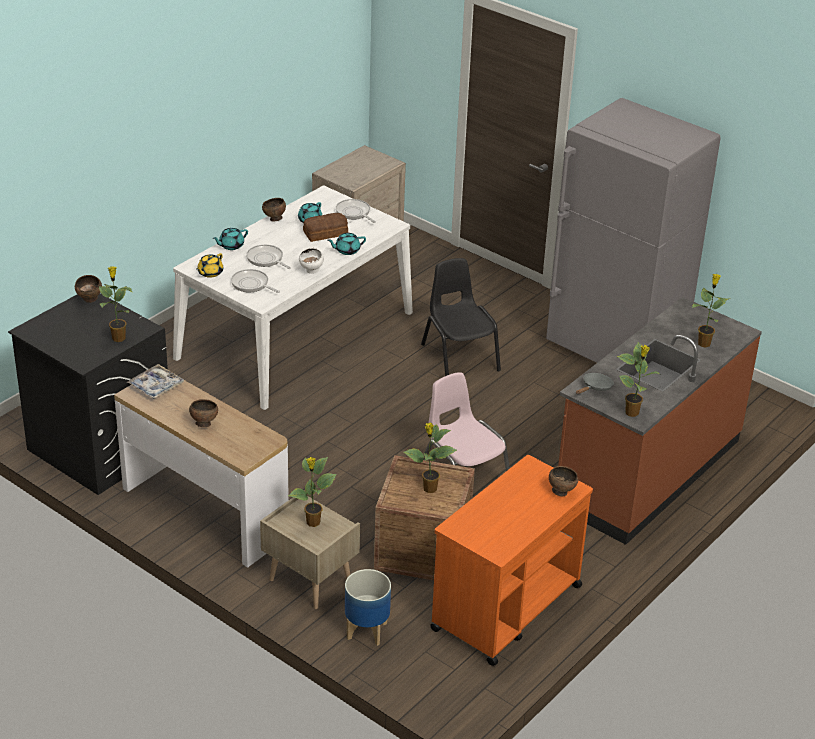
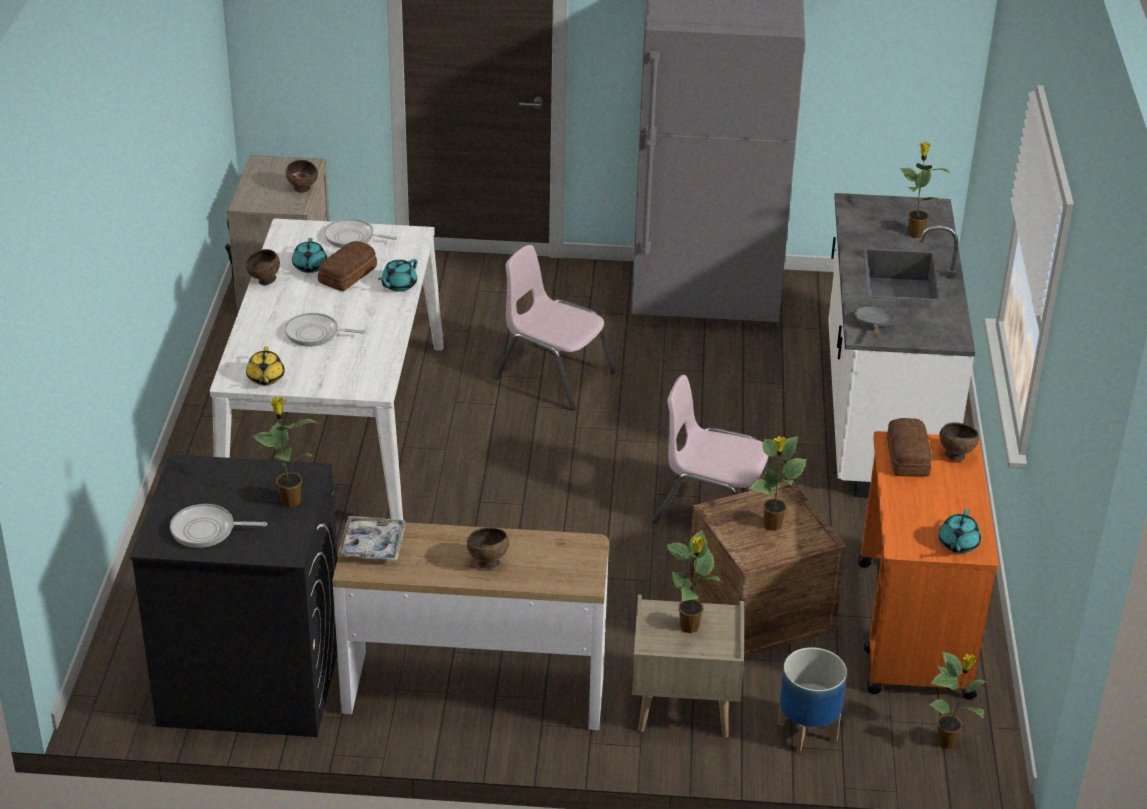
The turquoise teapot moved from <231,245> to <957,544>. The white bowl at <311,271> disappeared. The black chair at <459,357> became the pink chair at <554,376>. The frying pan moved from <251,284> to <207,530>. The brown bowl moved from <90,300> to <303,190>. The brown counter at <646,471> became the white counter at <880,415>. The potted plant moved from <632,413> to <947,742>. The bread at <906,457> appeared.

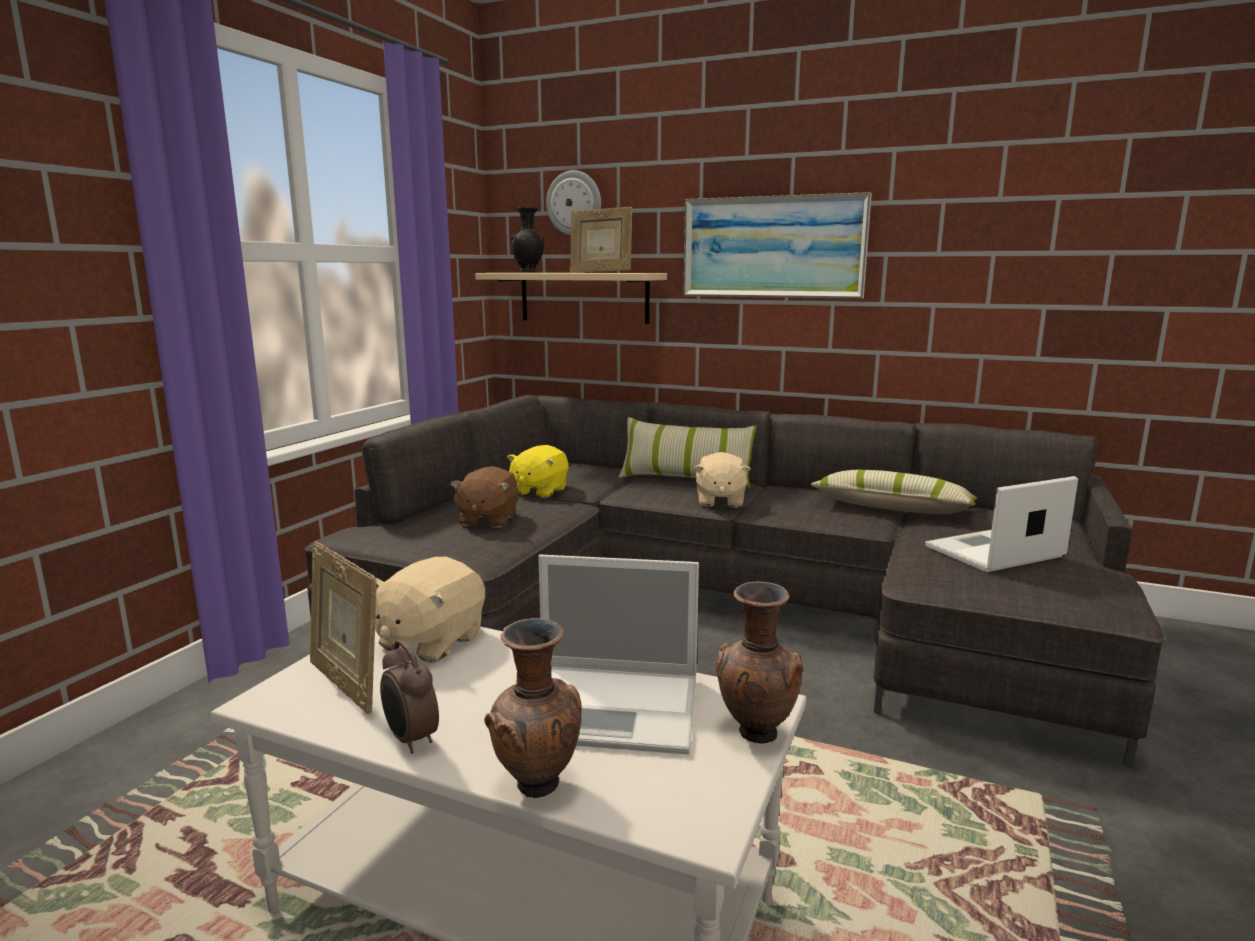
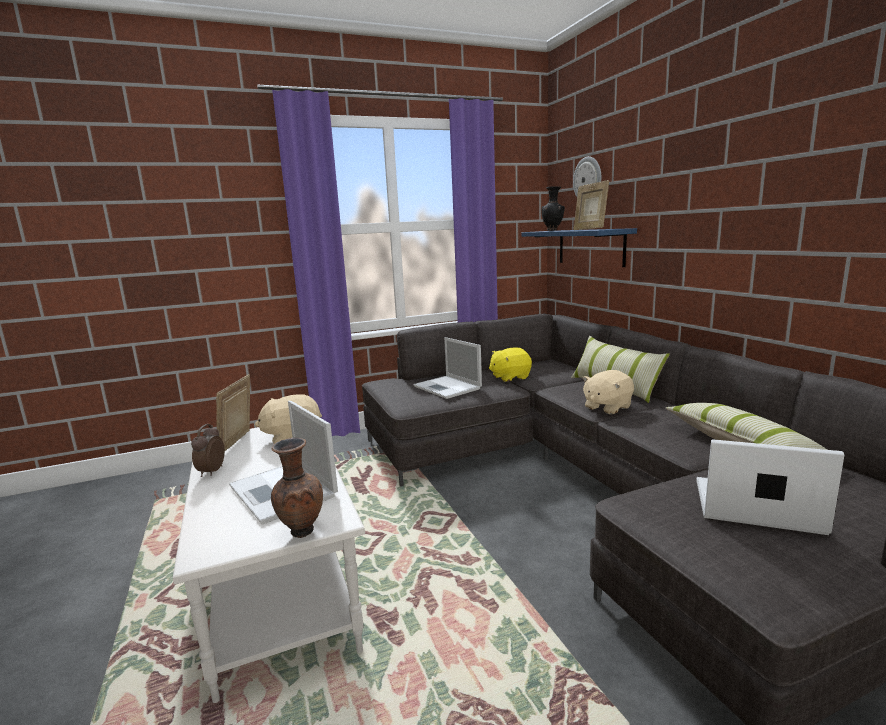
The picture at <773,247> disappeared. The beige shelf at <584,297> became the blue shelf at <590,247>. The brown plush toy at <487,520> was replaced by the laptop at <448,387>. The brown vase at <537,788> disappeared.

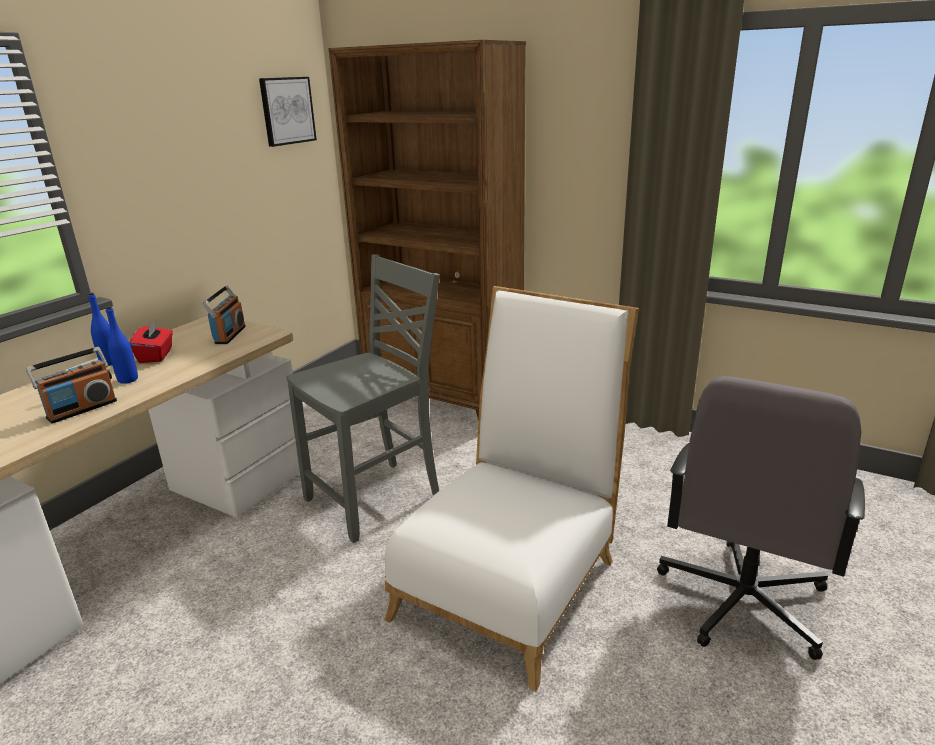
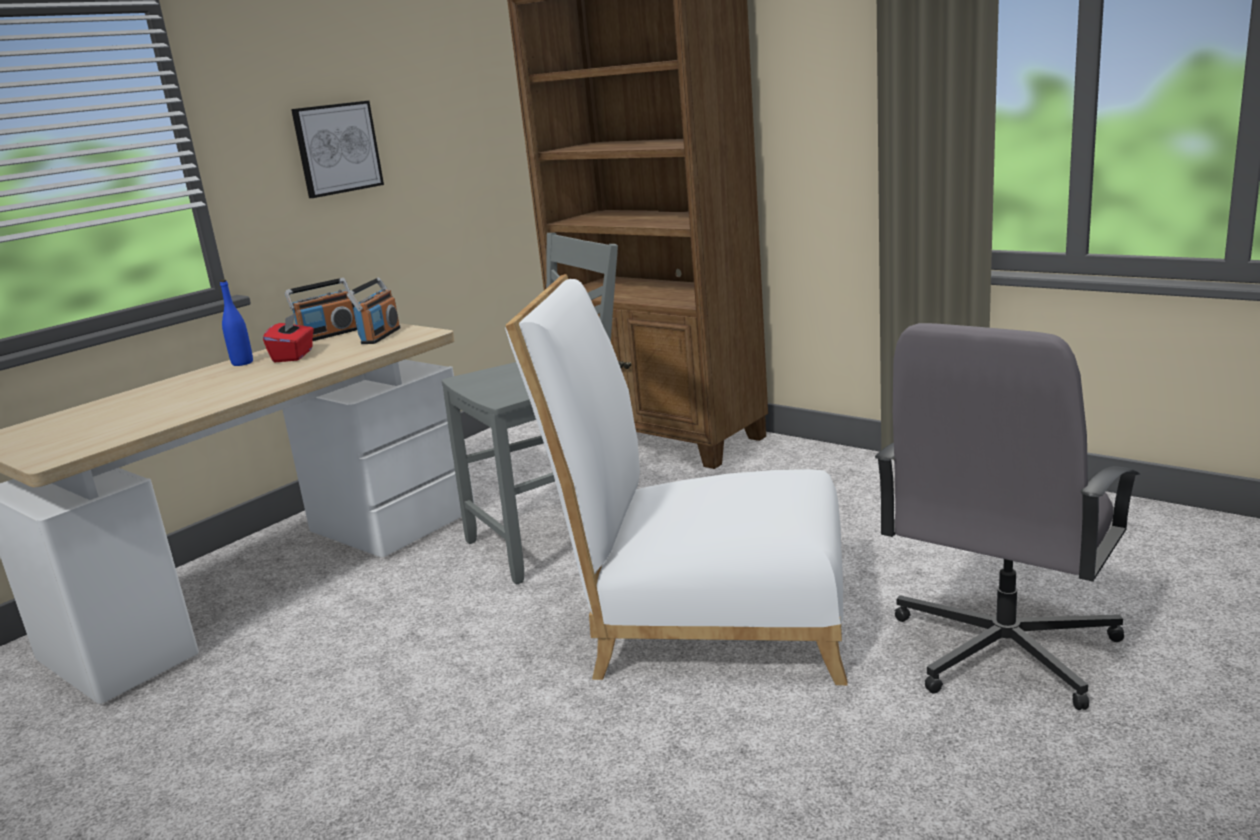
The picture moved from <287,111> to <337,148>. The white chair at <512,579> turned 120 degrees counterclockwise. The blue bottle at <128,380> disappeared. The radio moved from <82,409> to <328,335>.

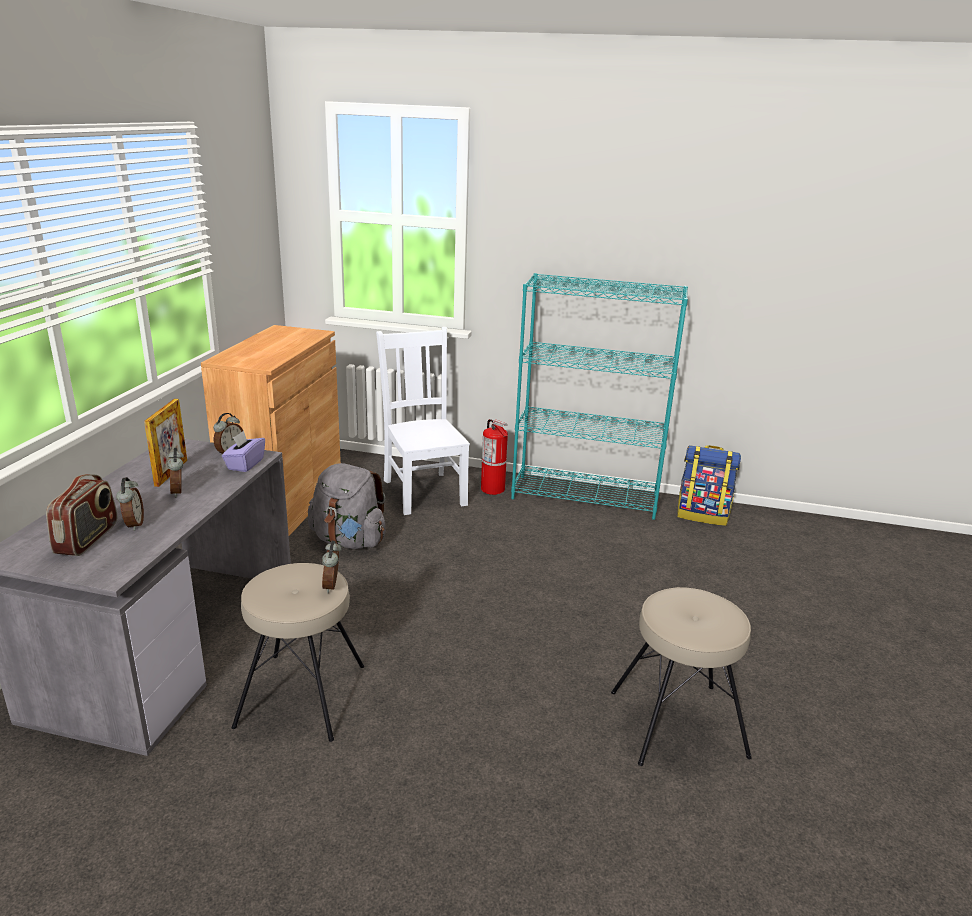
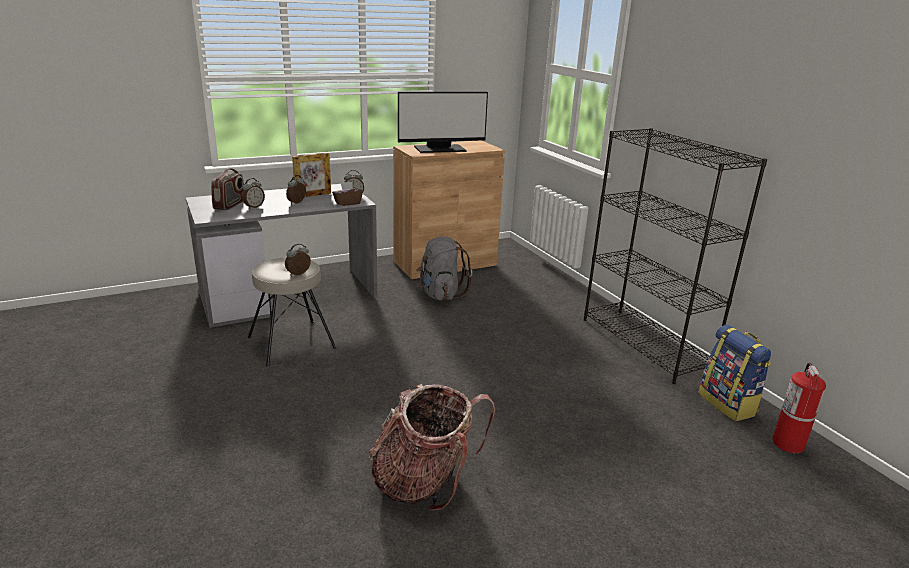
The turquoise bookcase at <586,496> became the black bookcase at <645,344>. The white chair at <423,491> disappeared. The fire extinguisher moved from <493,489> to <788,444>. The purple tissue box at <245,464> became the brown tissue box at <347,203>. The radio at <87,539> turned 45 degrees counterclockwise. The beige stool at <677,722> was replaced by the backpack at <425,482>. The monitor at <440,149> appeared.

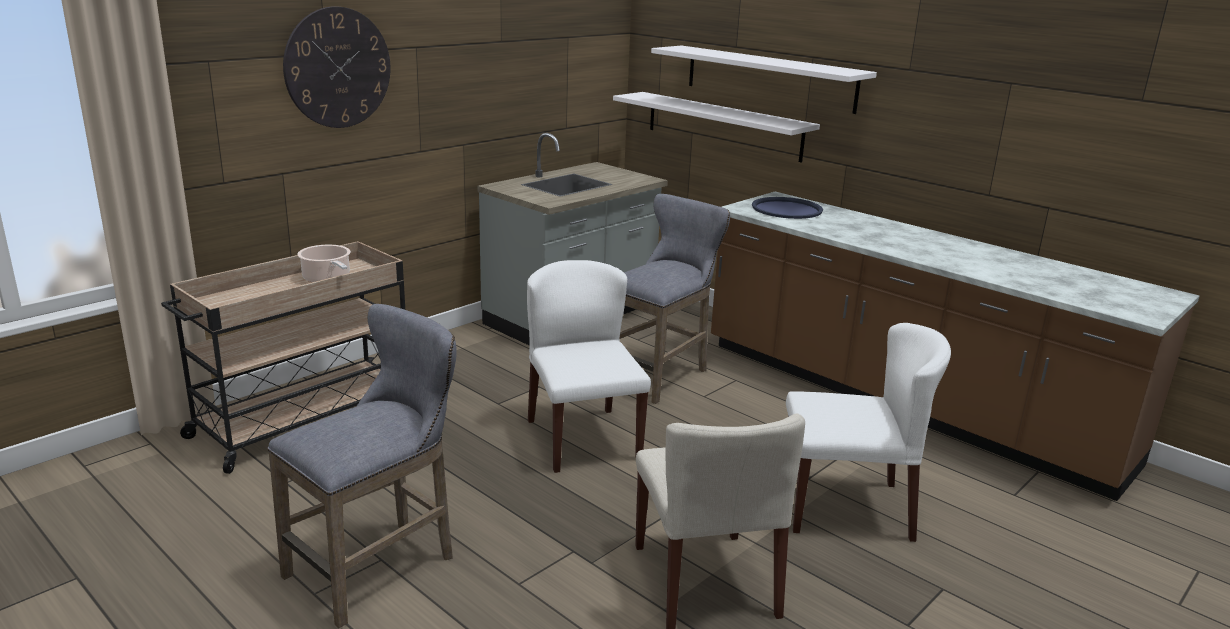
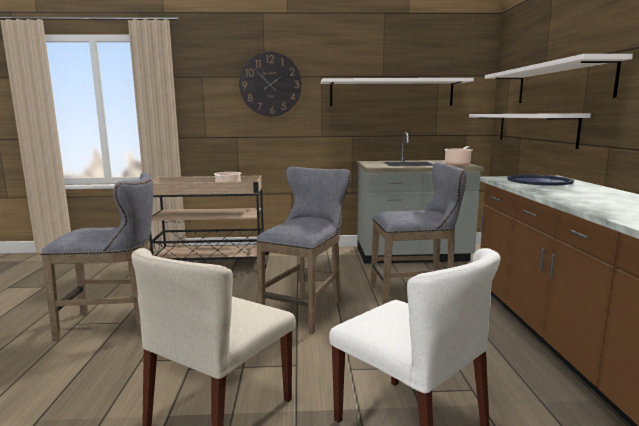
The white chair at <582,439> was replaced by the grey stool at <306,310>. The white shelf at <391,93> appeared. The cooking pot at <458,164> appeared.

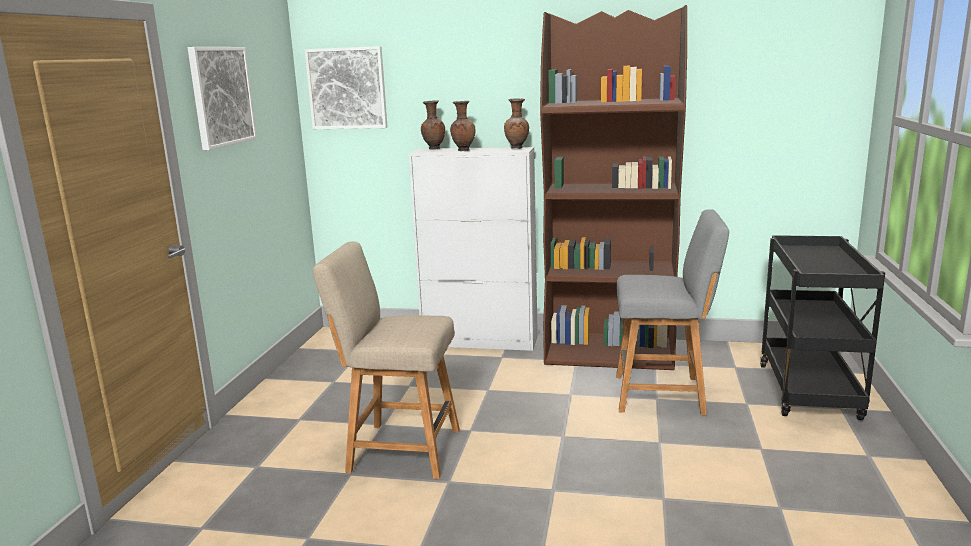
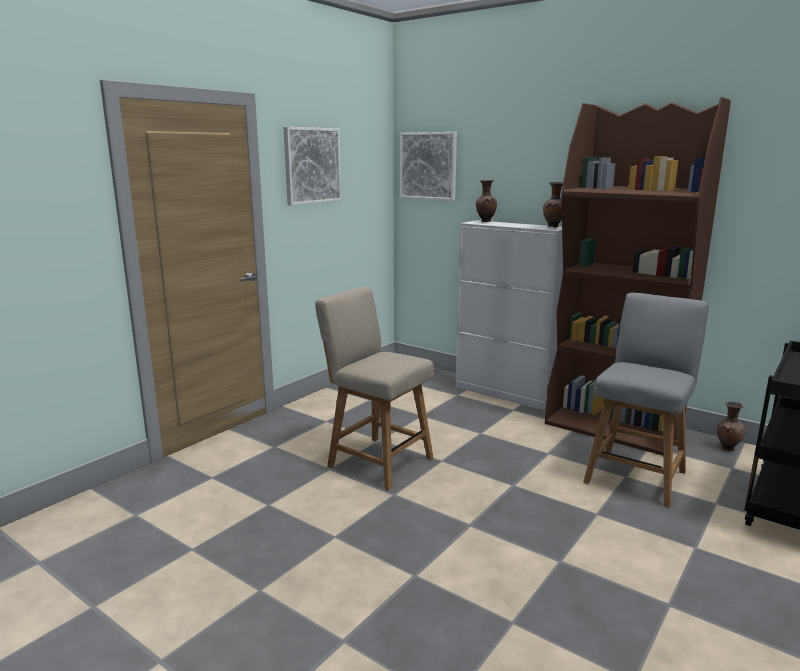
The brown vase moved from <463,150> to <727,448>. The grey chair at <664,394> turned 90 degrees counterclockwise.

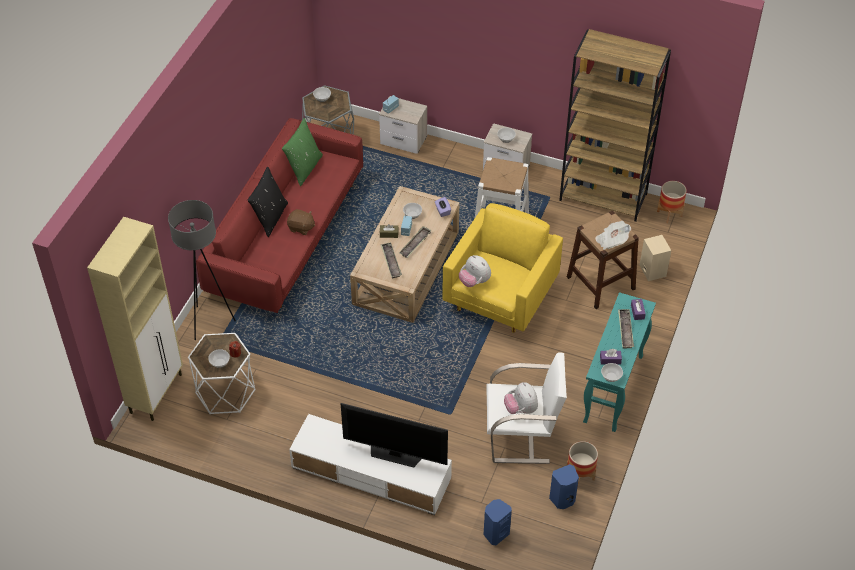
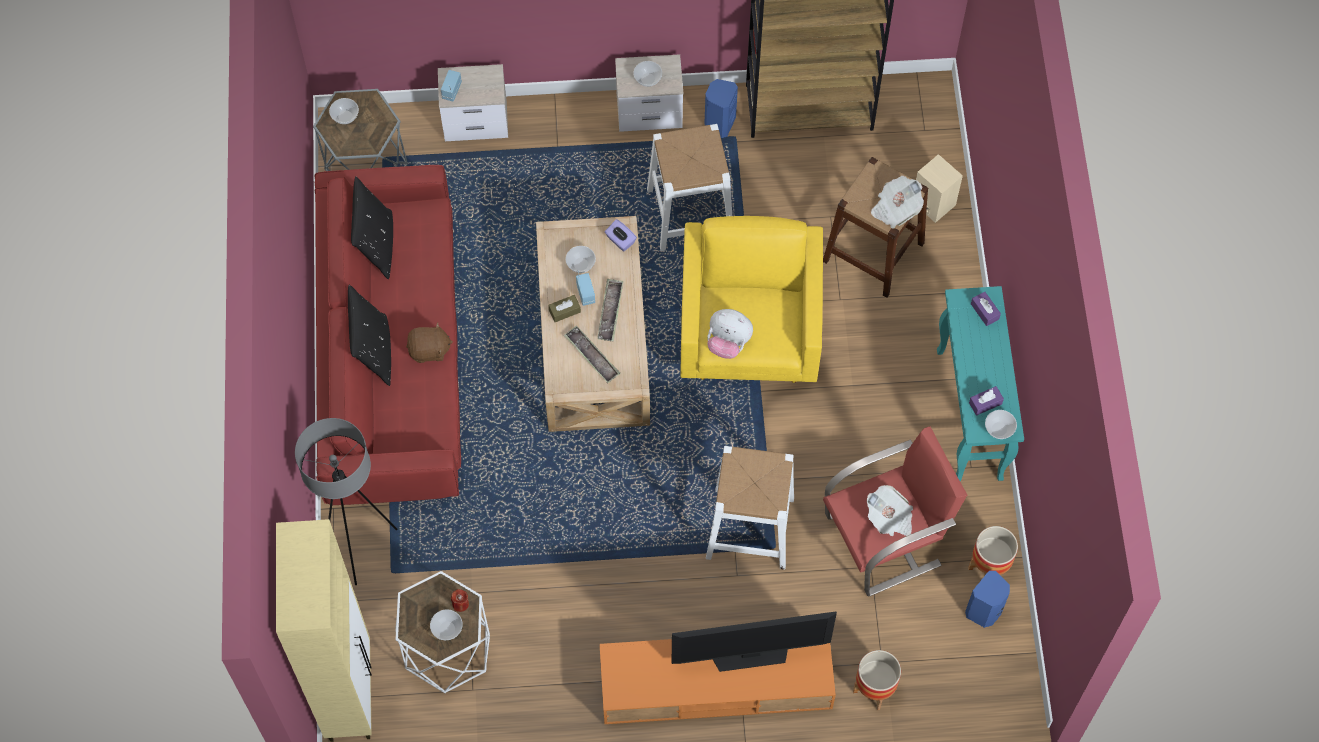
The green pillow at <304,168> became the black pillow at <376,245>. The planter moved from <669,214> to <874,689>. The tray at <625,330> disappeared. The white armchair at <521,436> became the red armchair at <884,539>. The plush toy at <521,409> was replaced by the newspaper at <889,518>. The white tv stand at <371,473> became the orange tv stand at <715,684>. The blue speaker moved from <495,533> to <719,123>. The white stool at <750,527> appeared.

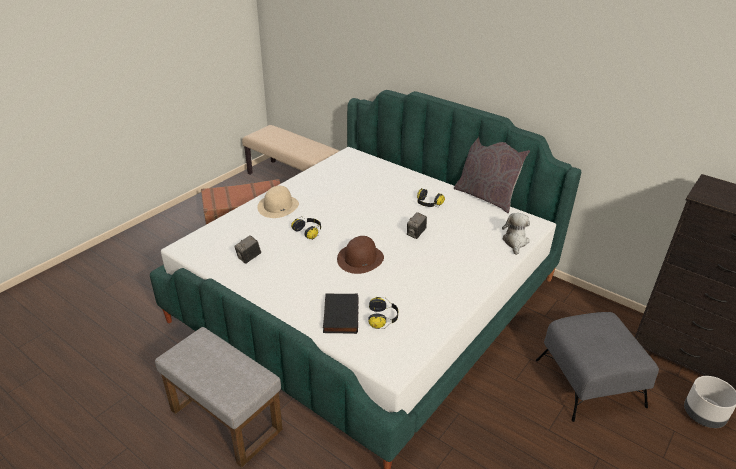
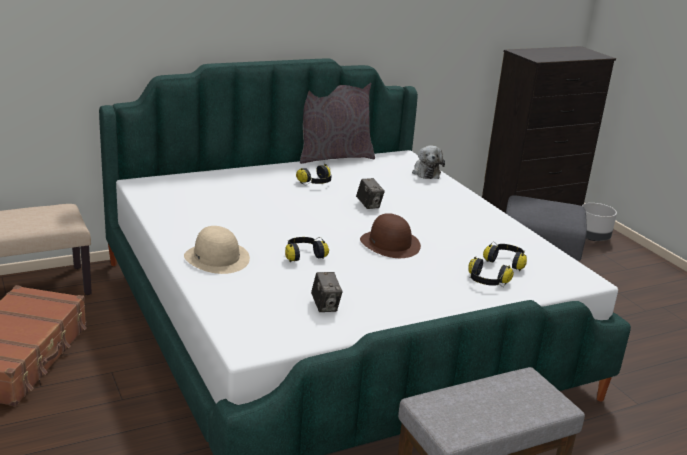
The plush toy at <515,242> turned 135 degrees counterclockwise. The black book at <339,315> was replaced by the headphones at <486,282>.

